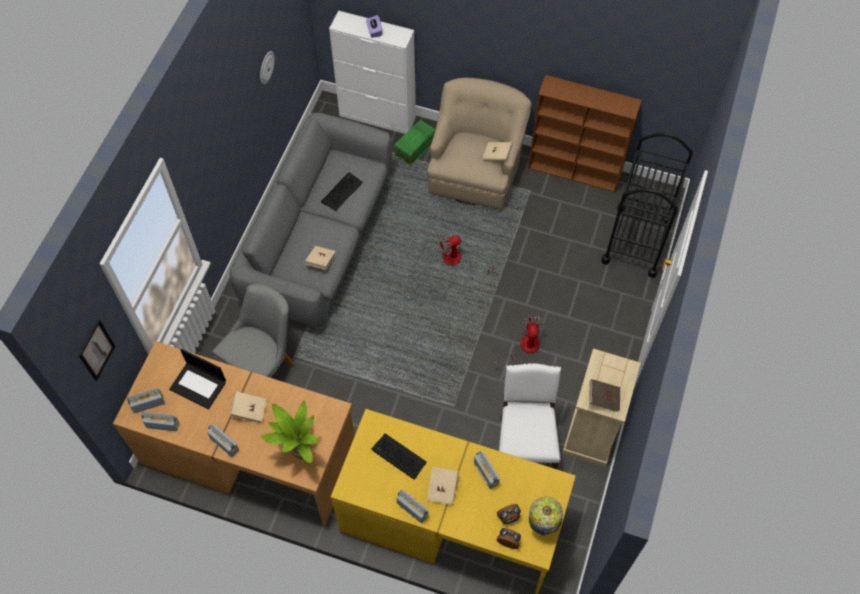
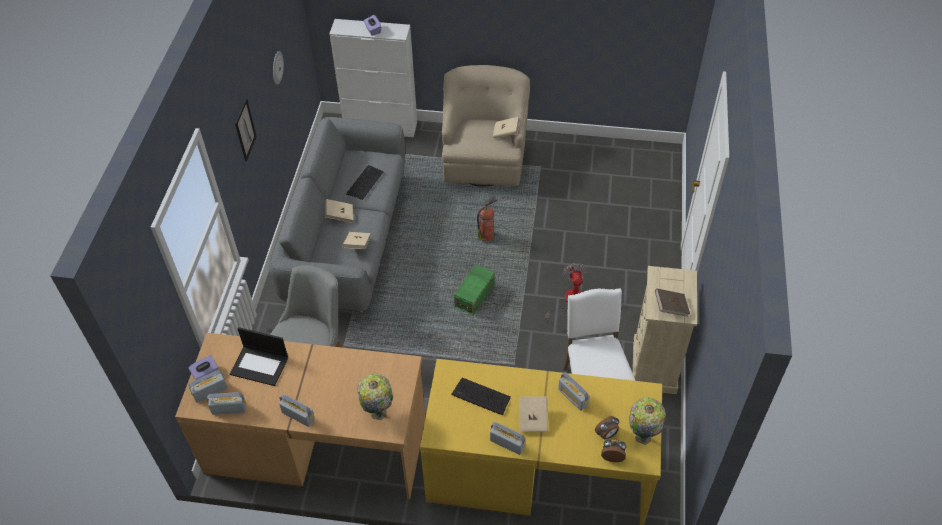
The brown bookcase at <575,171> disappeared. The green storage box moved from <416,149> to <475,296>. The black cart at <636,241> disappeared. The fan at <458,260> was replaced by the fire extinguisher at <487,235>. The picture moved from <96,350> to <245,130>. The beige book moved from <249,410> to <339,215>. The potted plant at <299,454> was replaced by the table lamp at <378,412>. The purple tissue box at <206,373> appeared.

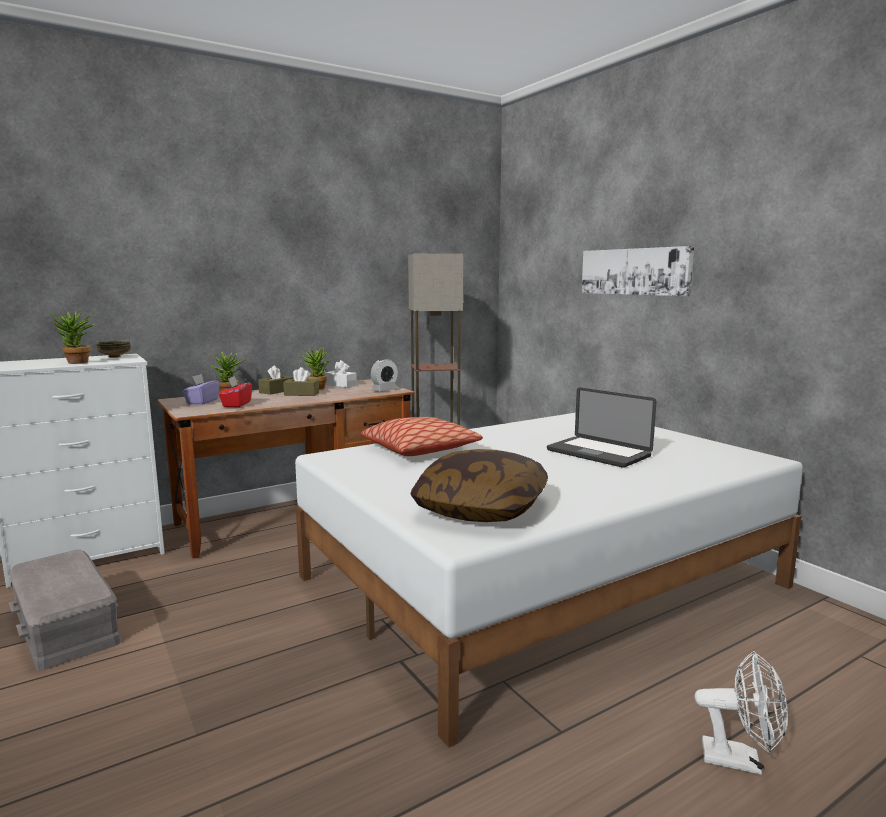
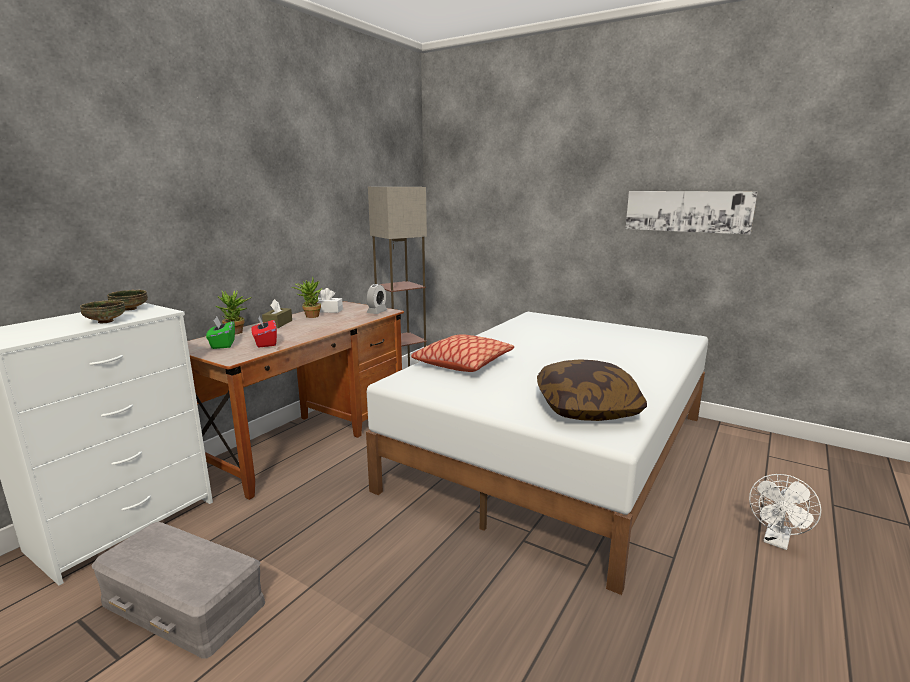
The picture moved from <634,271> to <687,211>. The potted plant at <77,363> was replaced by the bowl at <105,322>. The brown tissue box at <301,394> disappeared. The purple tissue box at <202,402> became the green tissue box at <222,344>. The laptop at <598,453> disappeared. The white fan at <740,760> turned 135 degrees clockwise.

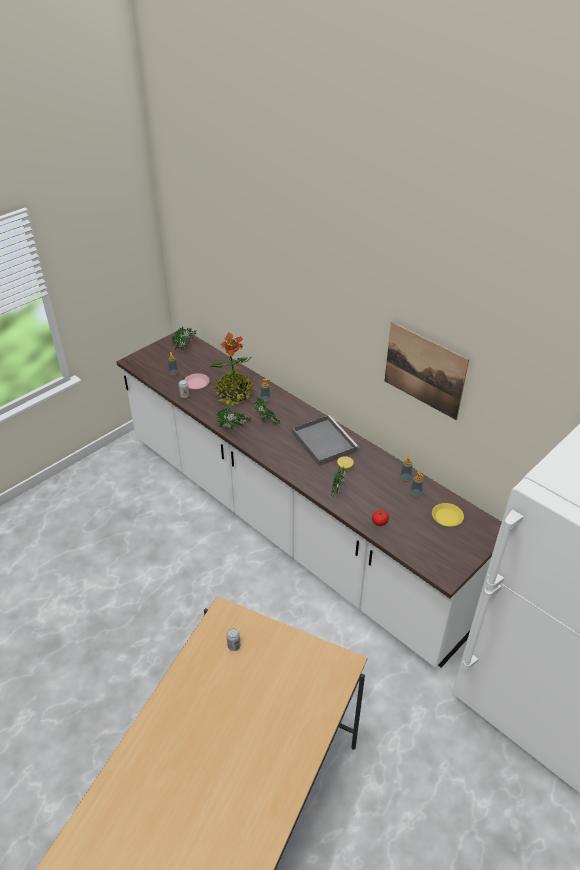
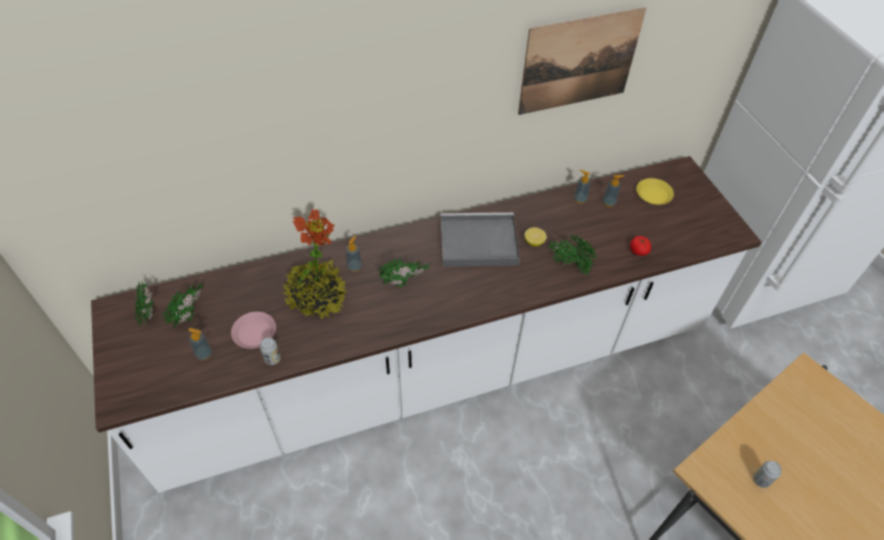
The potted plant moved from <234,430> to <192,315>.

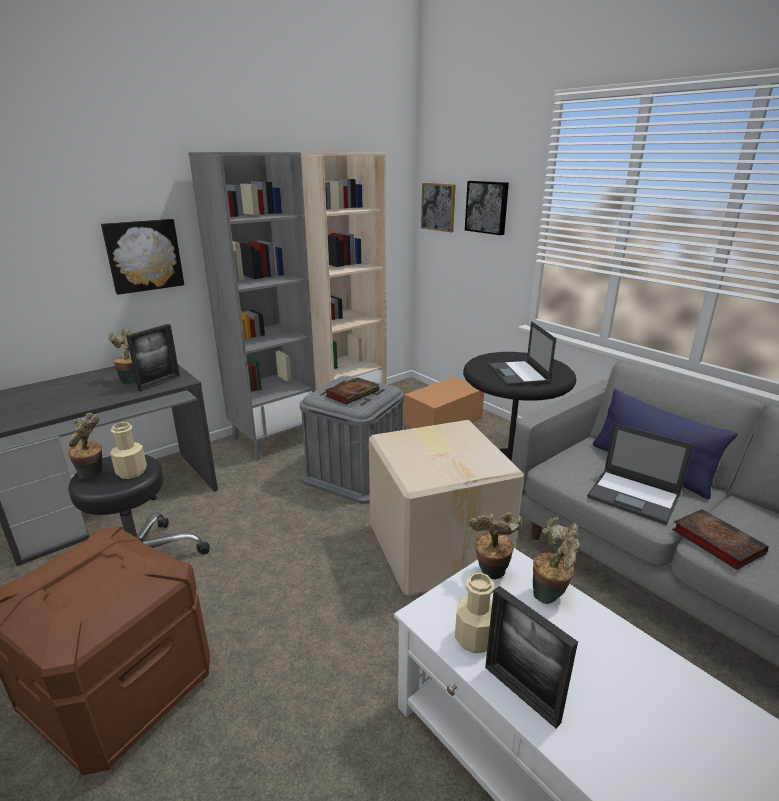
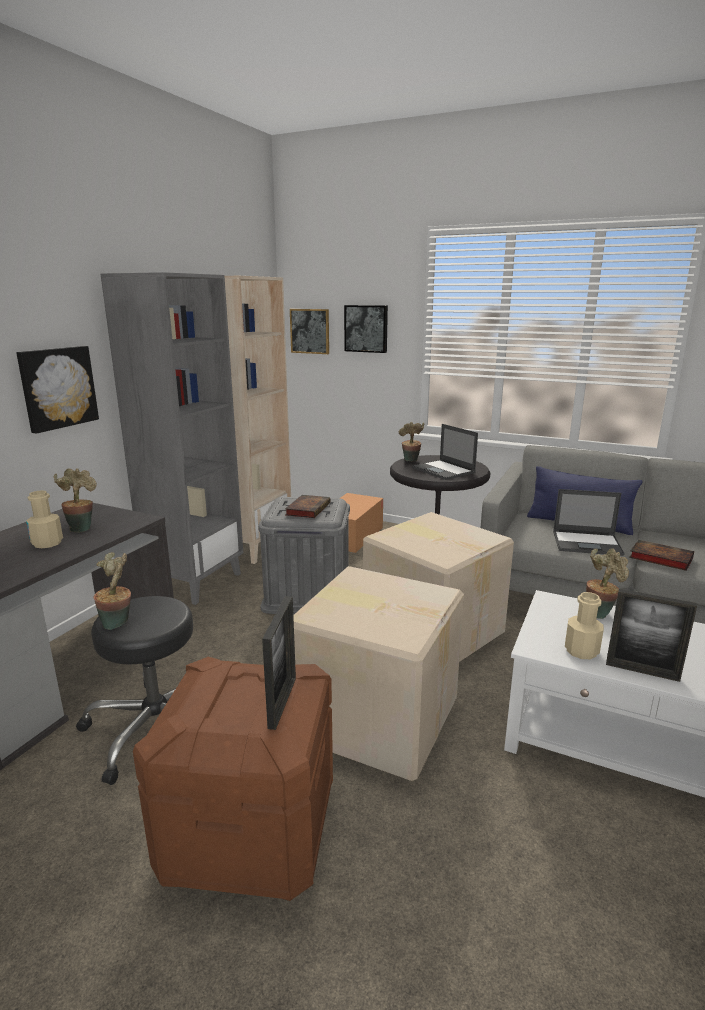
The picture frame moved from <159,383> to <282,702>. The beige bottle moved from <132,472> to <47,543>. The potted plant moved from <491,574> to <411,461>. The cardboard box at <375,716> appeared.

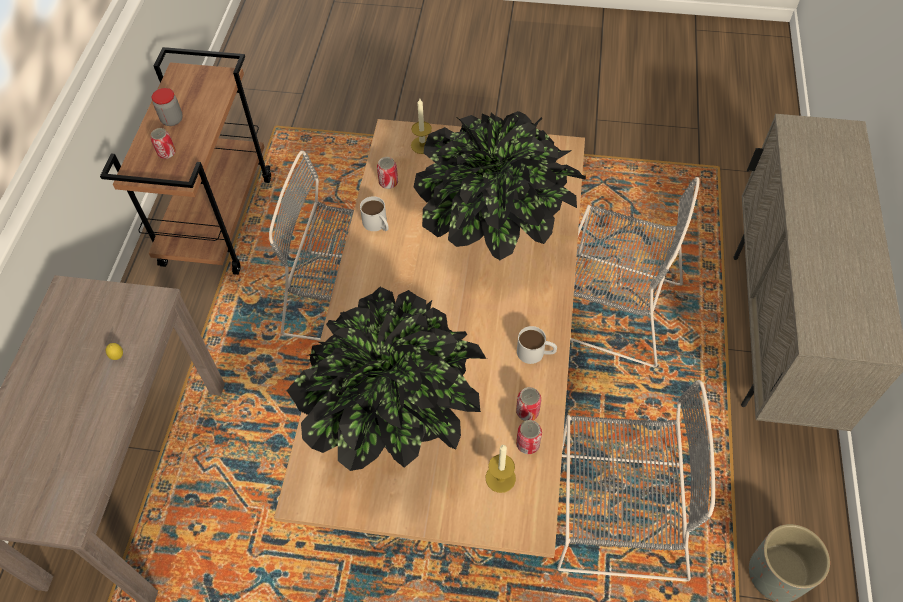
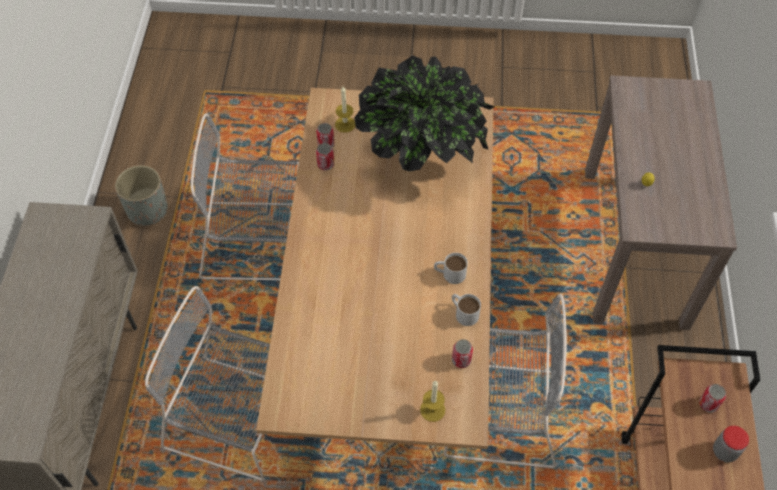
The potted plant at <497,230> disappeared. The white mug moved from <536,353> to <449,273>.

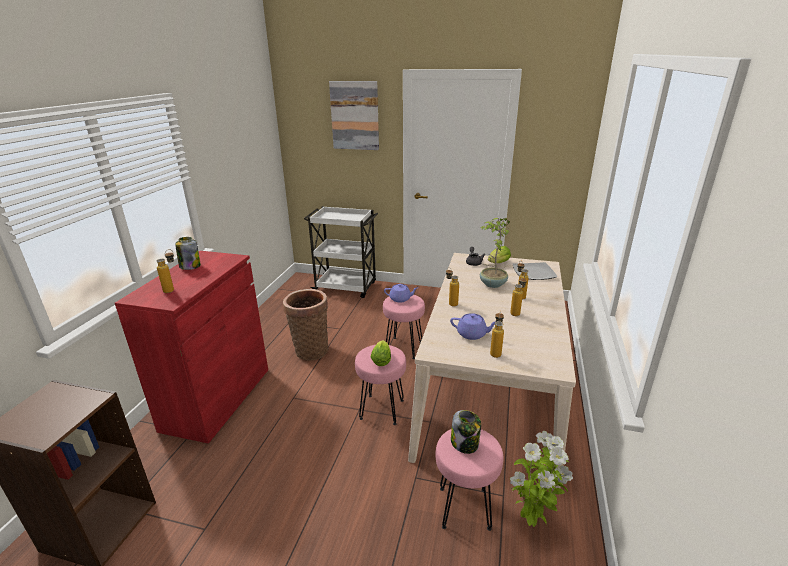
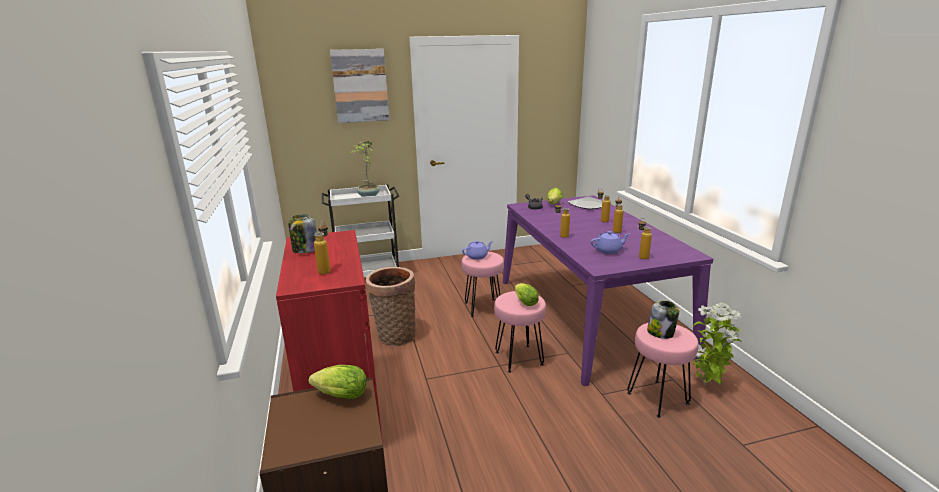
The potted plant moved from <492,284> to <368,196>. The beige dining table at <490,390> became the purple dining table at <587,316>. The lettuce at <338,396> appeared.

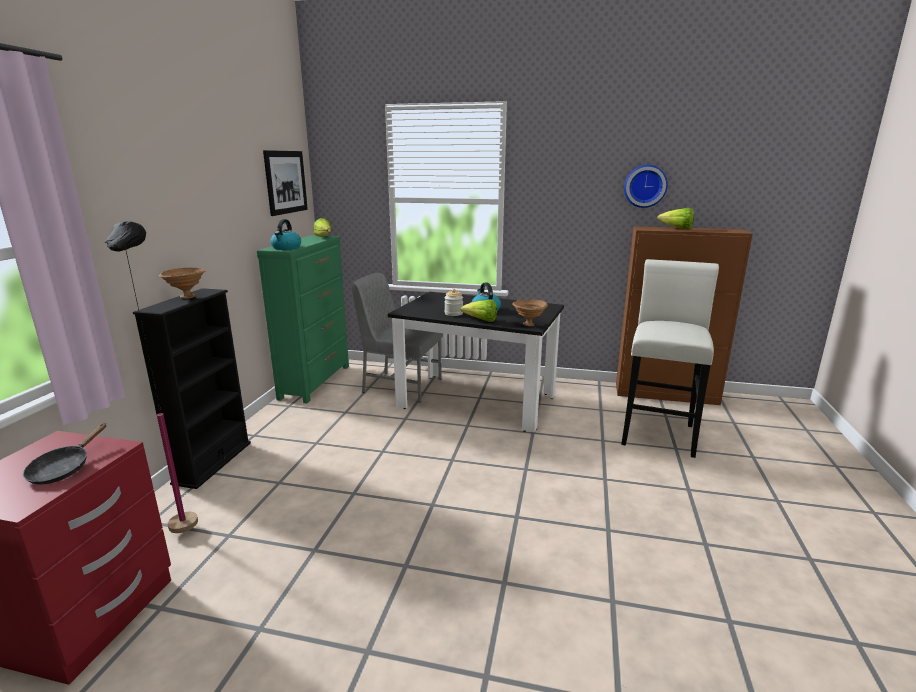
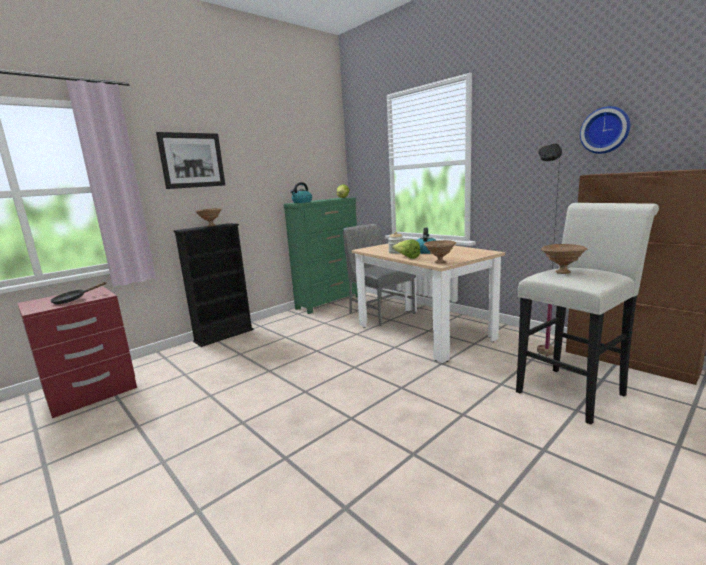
The picture moved from <286,182> to <192,160>. The lettuce at <677,229> disappeared. The black floor lamp moved from <184,517> to <541,350>. The black dining table at <477,401> became the beige dining table at <423,332>. The brown bowl at <561,272> appeared.

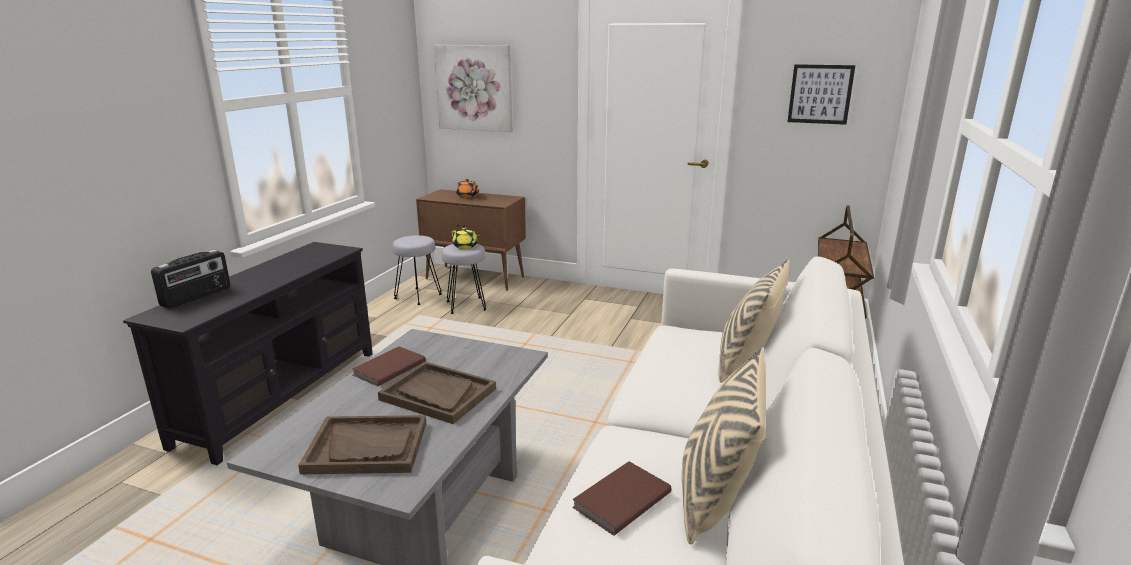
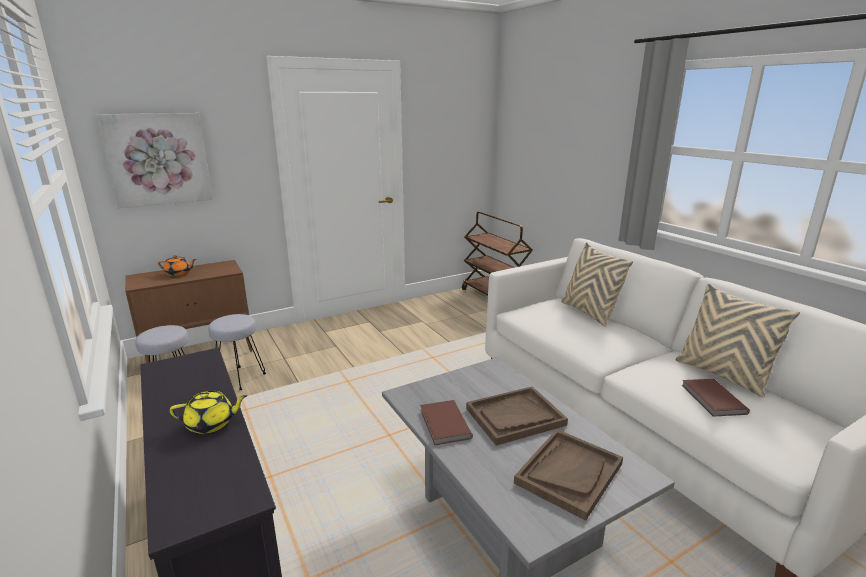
The picture at <820,94> disappeared. The yellow teapot moved from <465,247> to <211,424>. The radio at <197,297> disappeared.

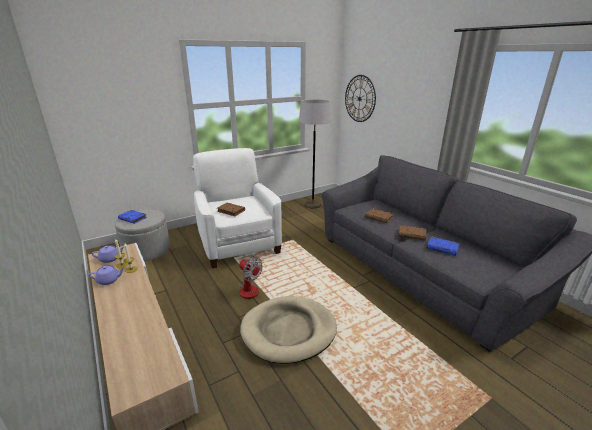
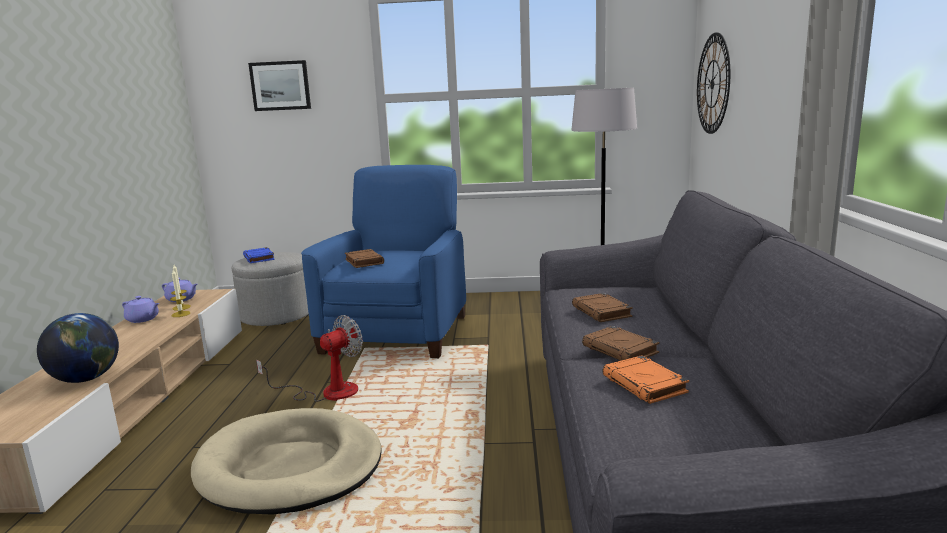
The white armchair at <238,244> became the blue armchair at <397,333>. The blue book at <442,248> became the orange book at <645,385>. The fan at <250,288> turned 120 degrees counterclockwise. The picture at <280,86> appeared. The globe at <86,379> appeared.

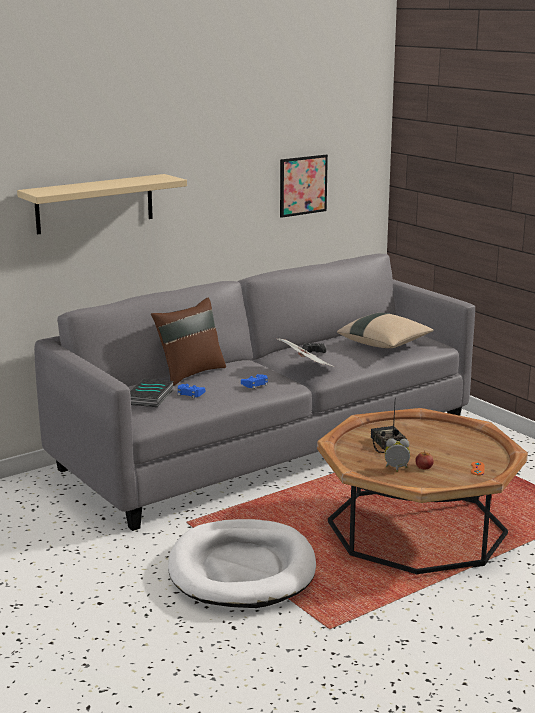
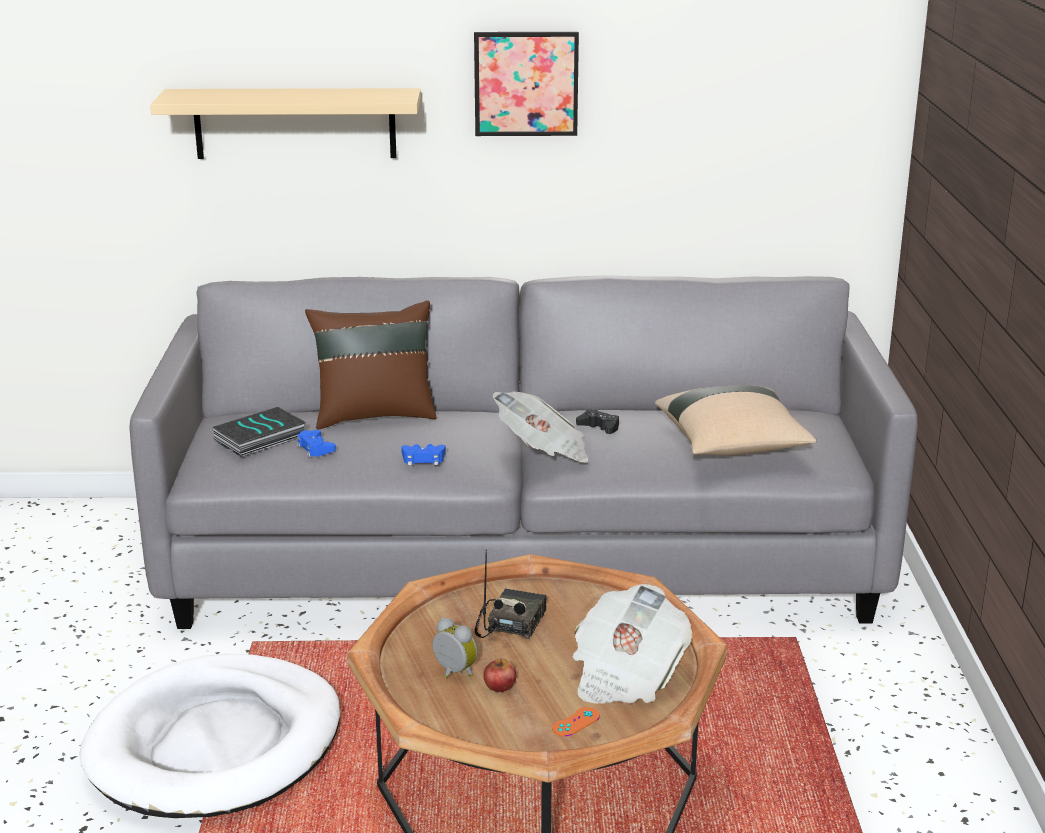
The picture moved from <303,185> to <526,84>. The newspaper at <625,675> appeared.

